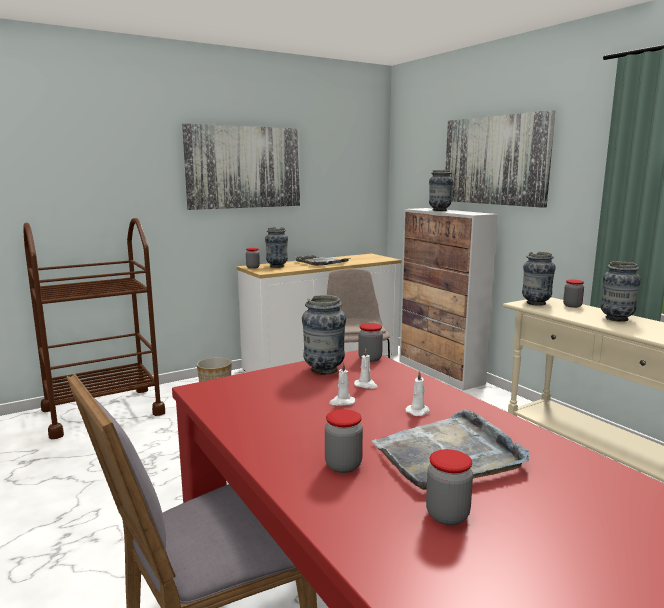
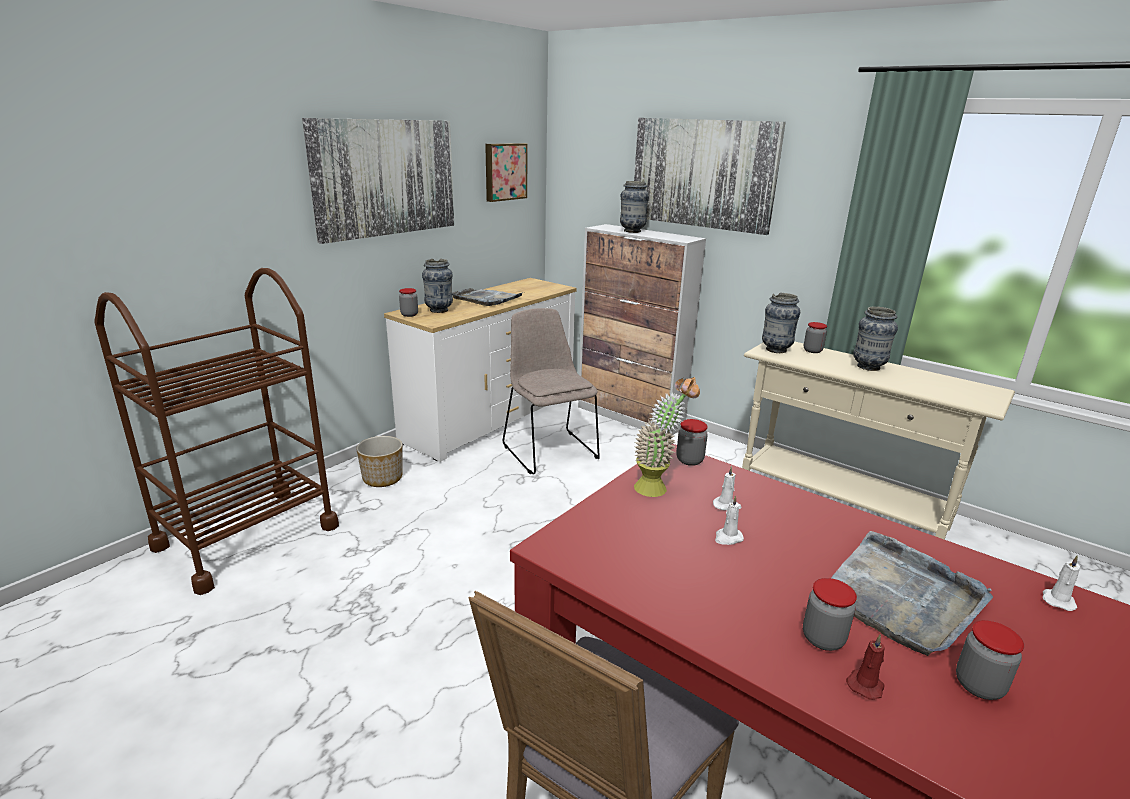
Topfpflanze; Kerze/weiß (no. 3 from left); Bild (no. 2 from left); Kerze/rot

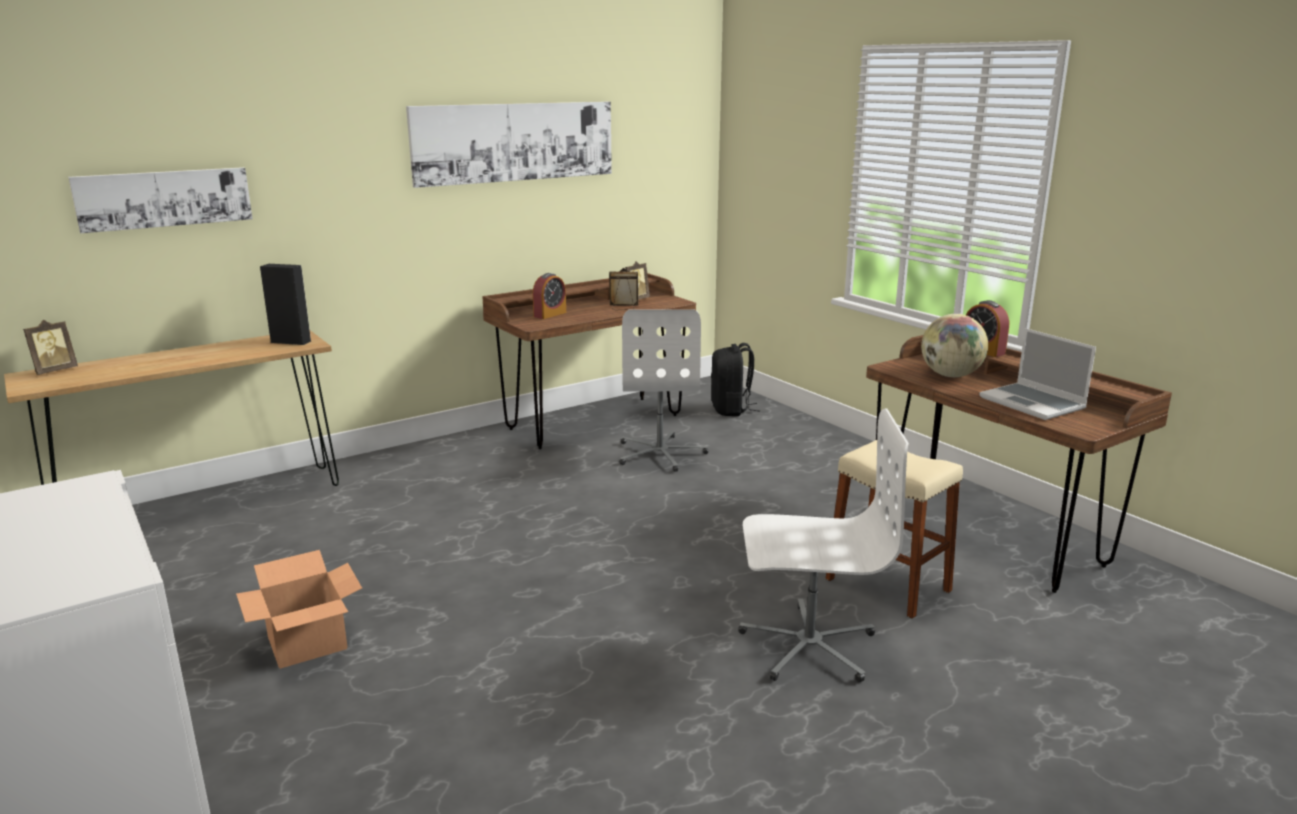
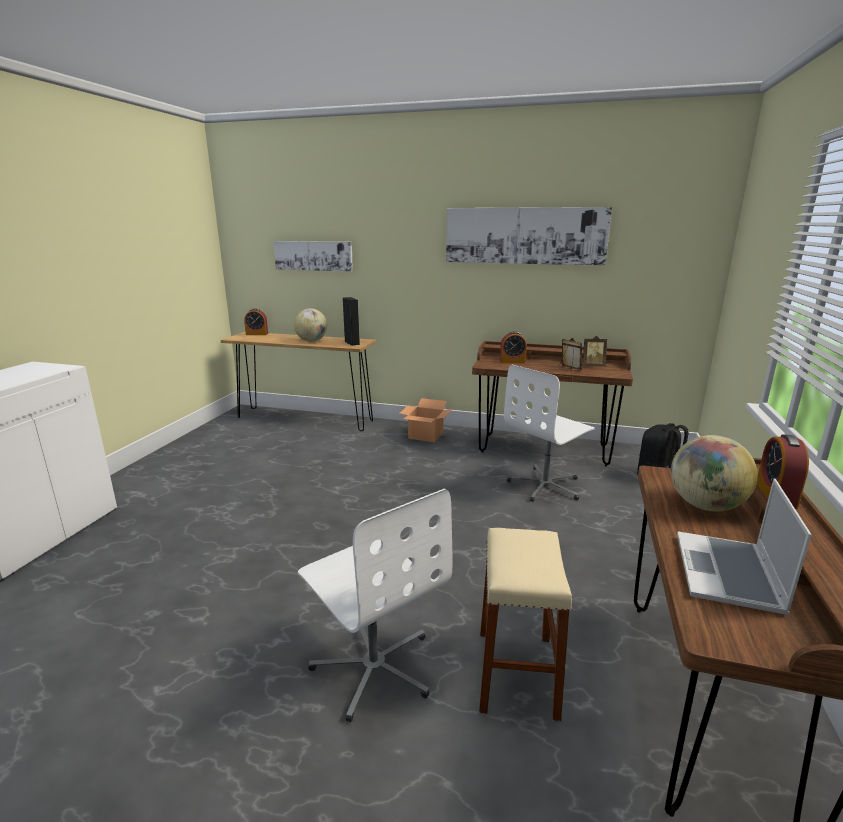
Wecker (no. 1 from left); Karton; Globus (no. 1 from left)

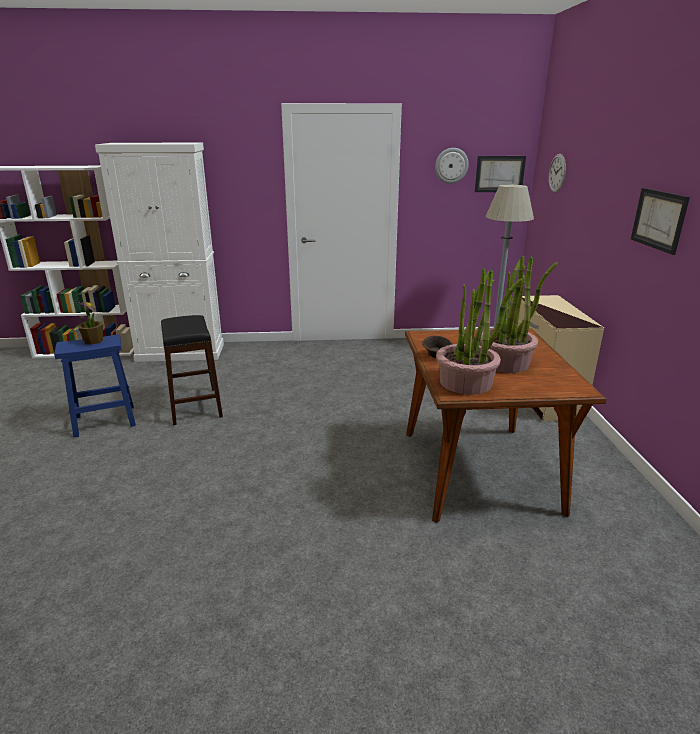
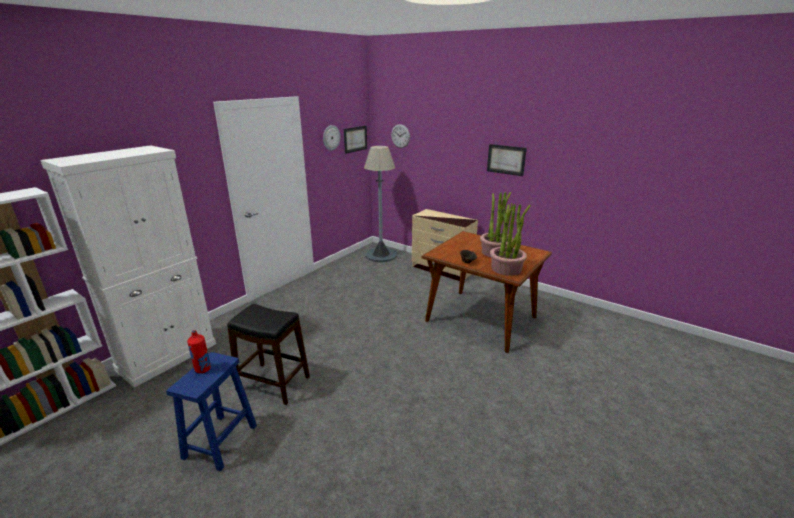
Flasche/rot

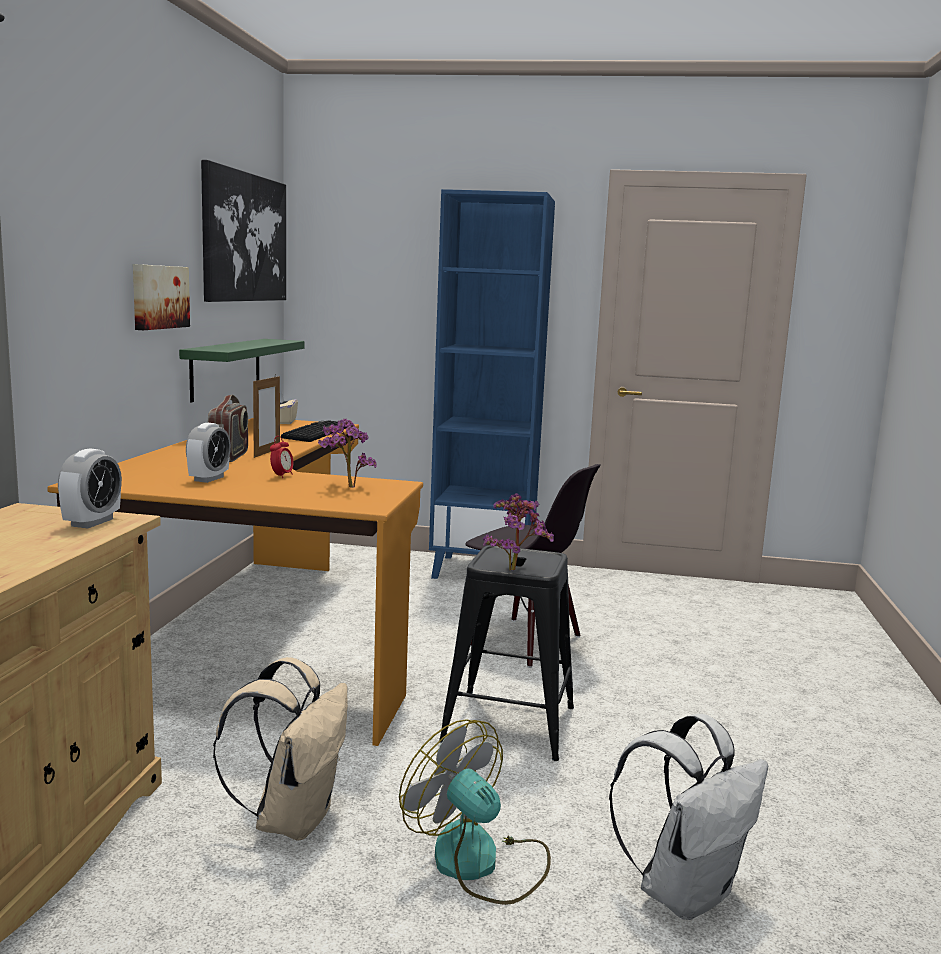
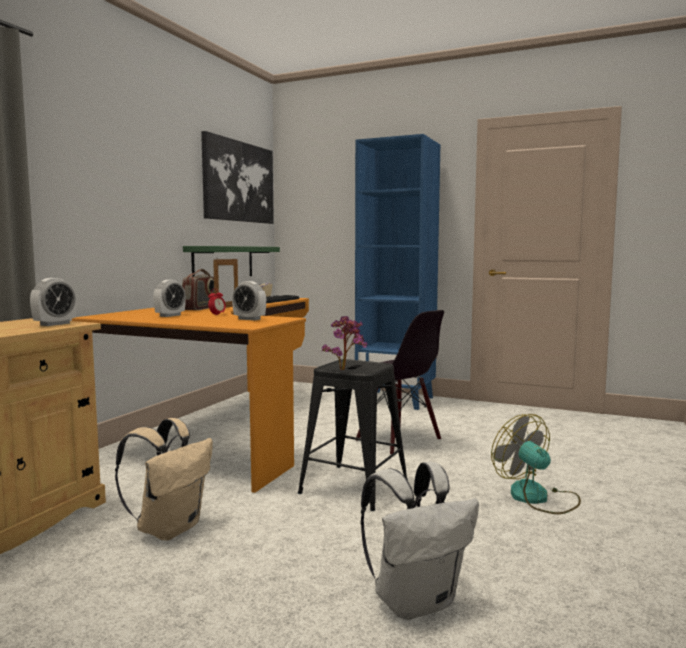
Bild (no. 1 from left in the first image); Wecker (no. 4 from left); Ventilator

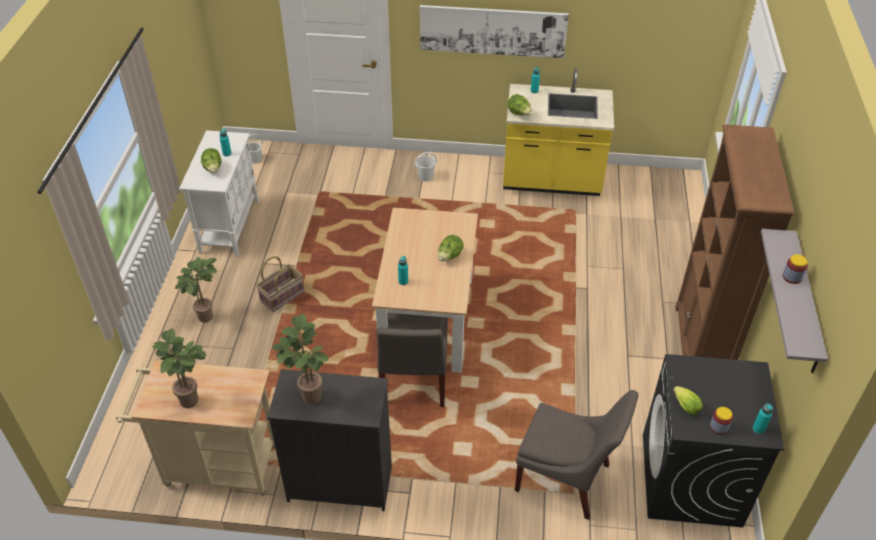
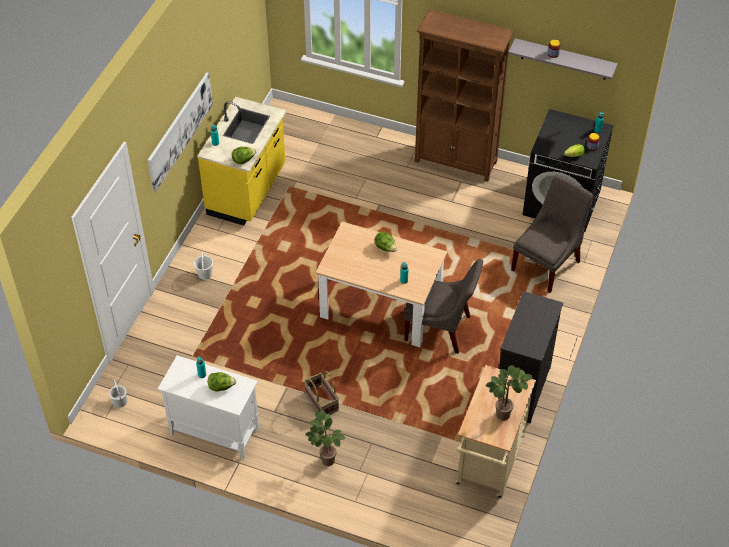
Topfpflanze (no. 3 from left in the first image)

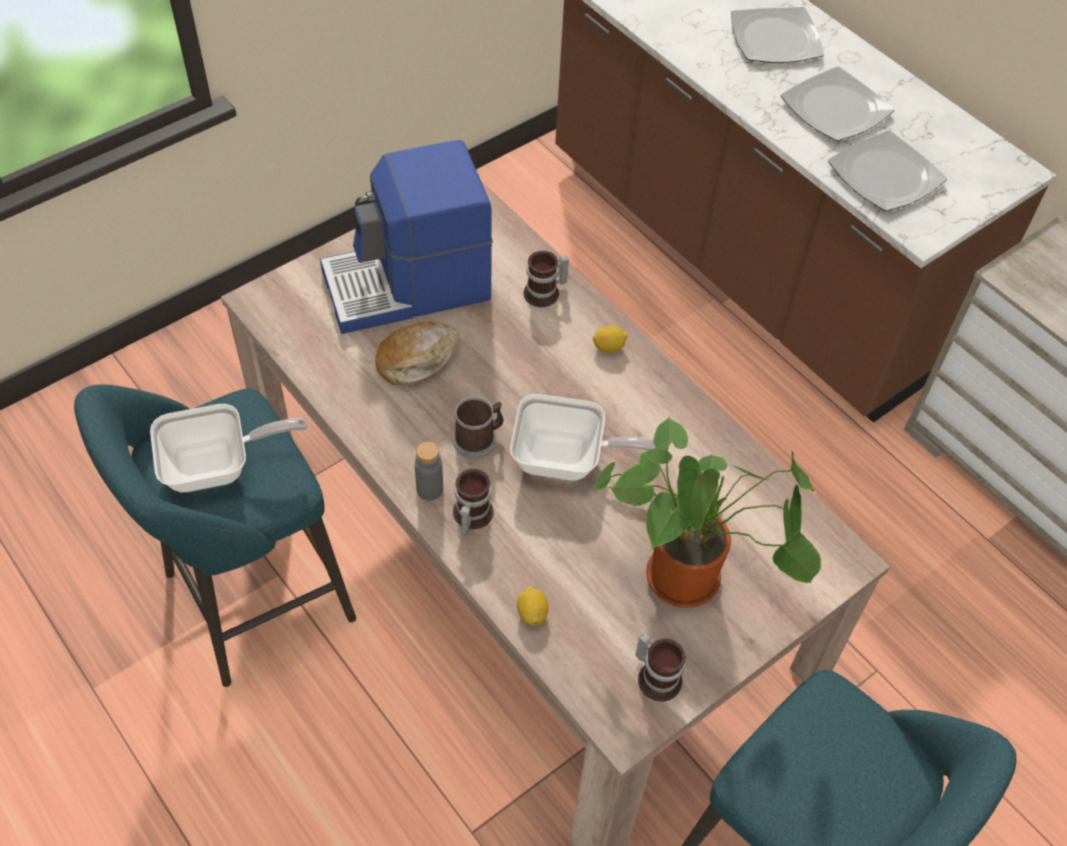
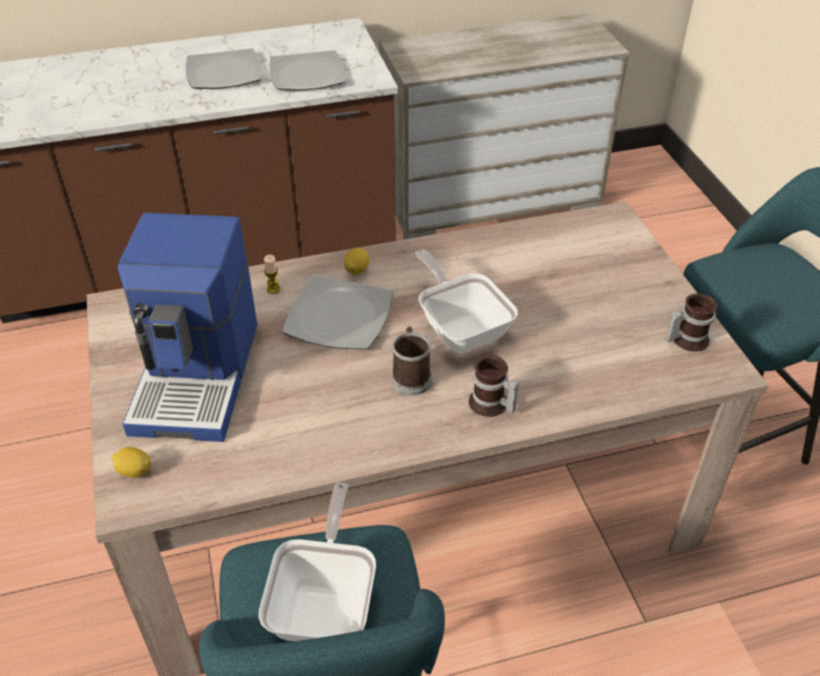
Brot; Flasche/grau; Pfanne (no. 2 from left); Zitrone (no. 1 from left); Kerze; Topfpflanze; Teller (no. 3 from left)

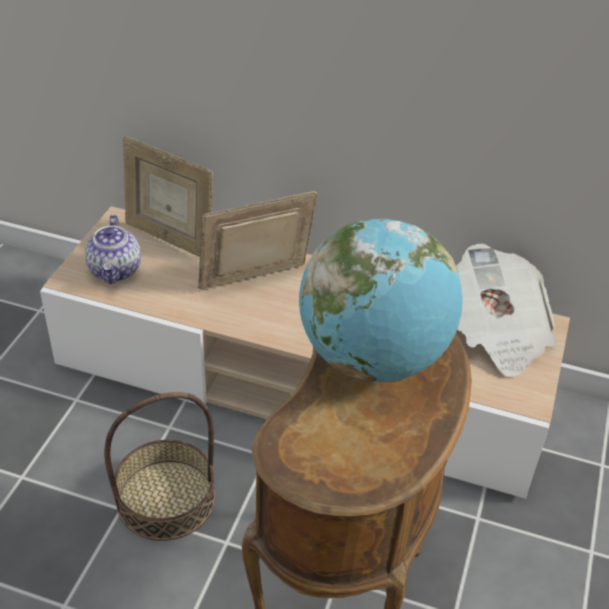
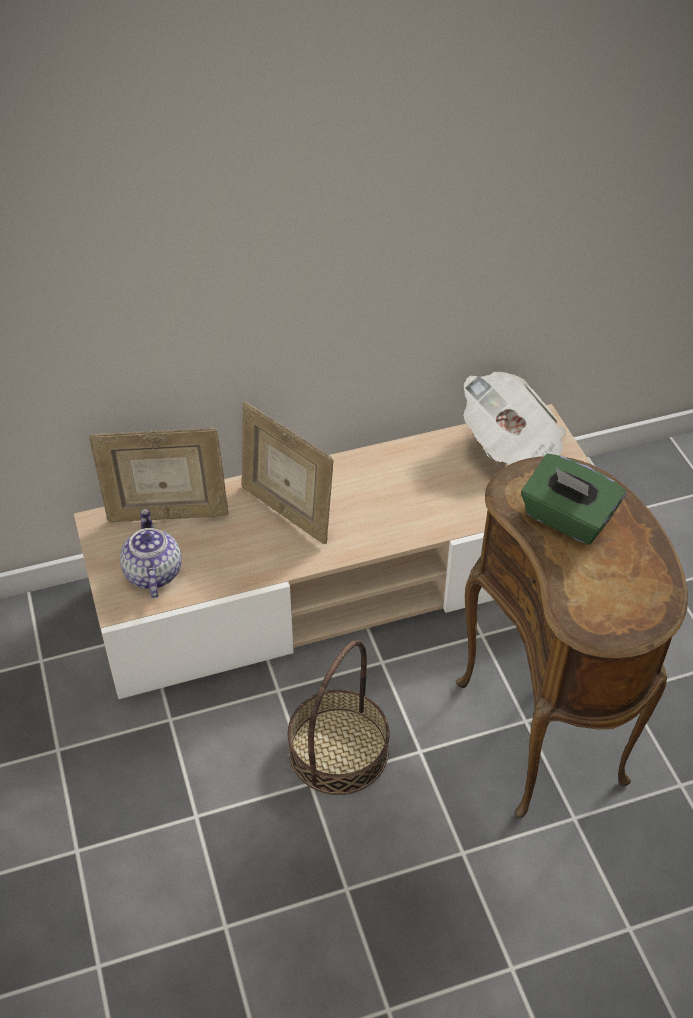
Teekanne; Bilderrahmen (no. 2 from left); Taschentuchbox/grün

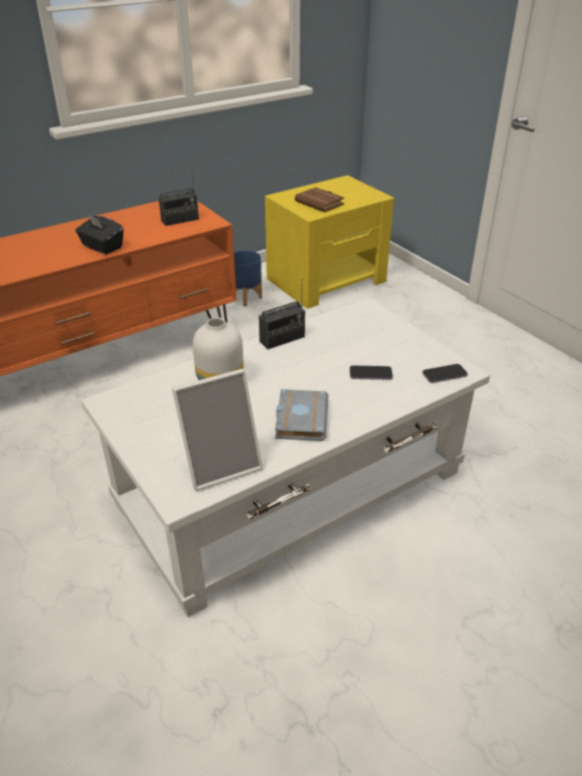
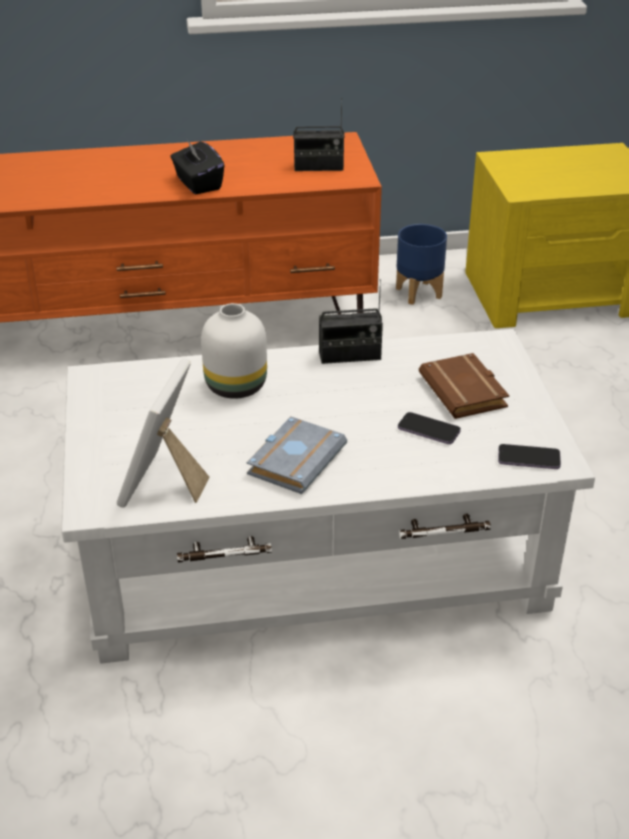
Bilderrahmen; Buch/braun

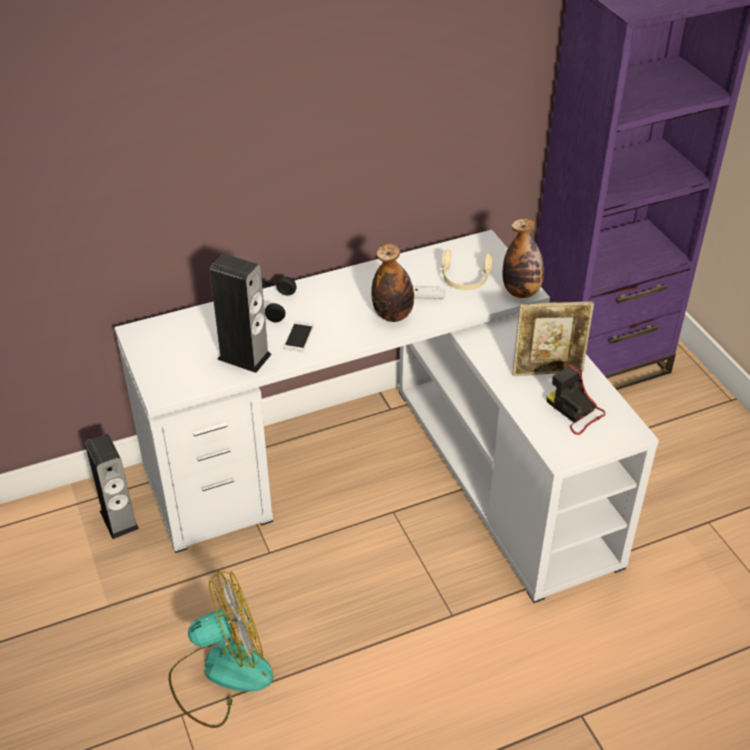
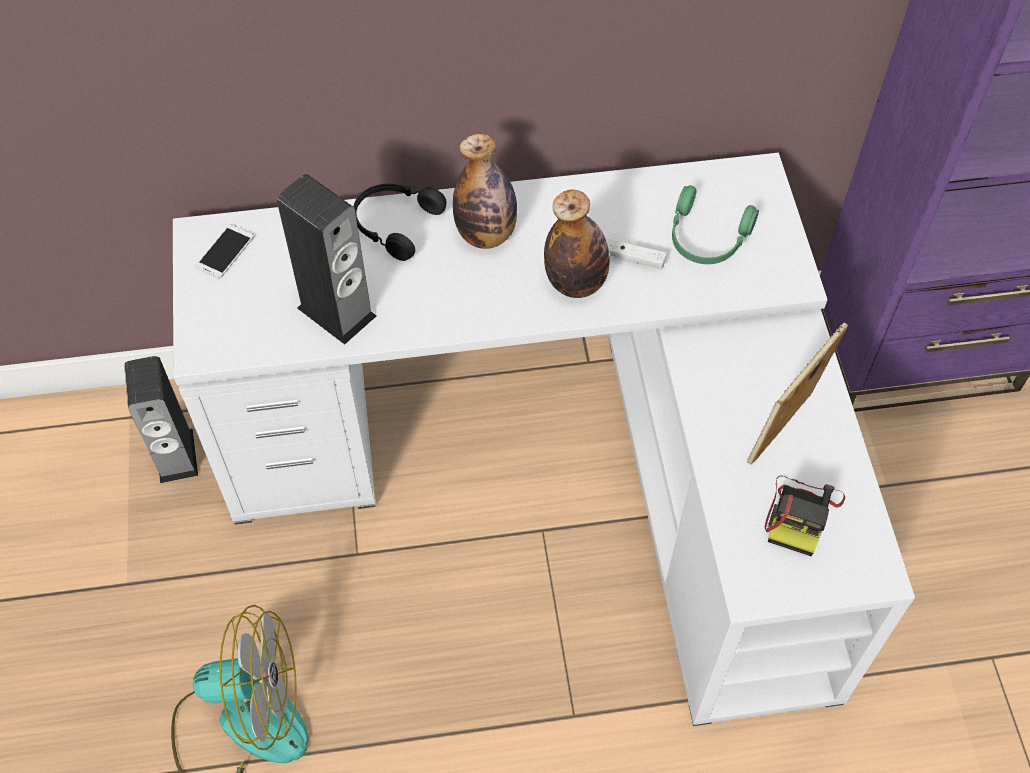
Handy; Kopfhörer/grün; Flasche (no. 1 from left); Bilderrahmen; Kamera

